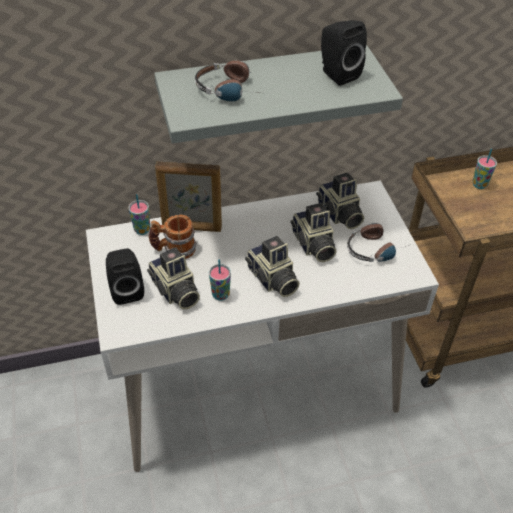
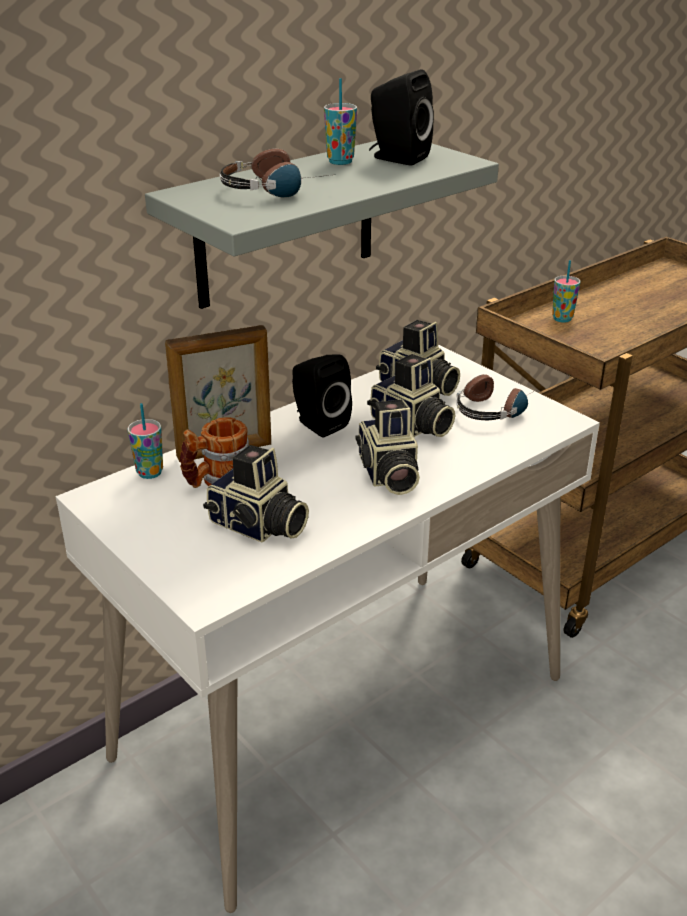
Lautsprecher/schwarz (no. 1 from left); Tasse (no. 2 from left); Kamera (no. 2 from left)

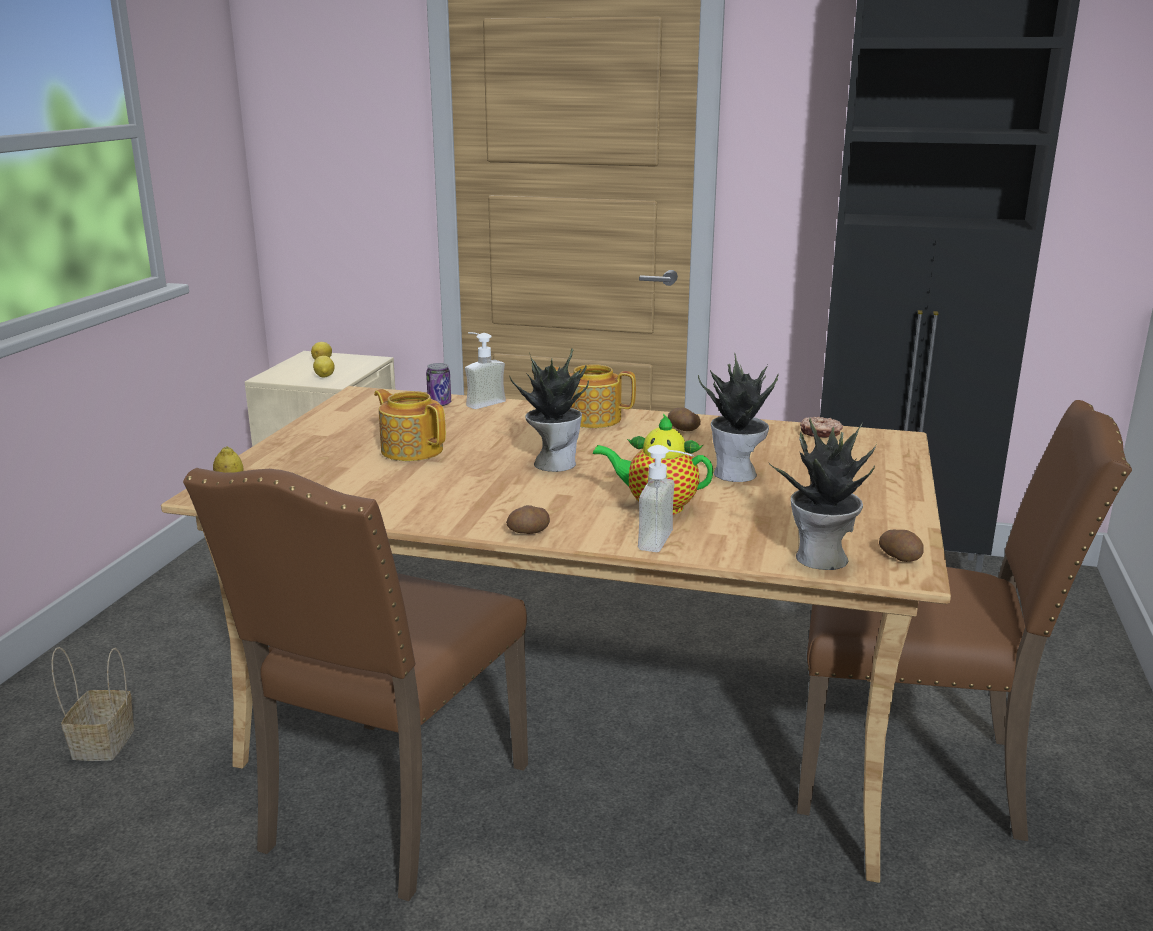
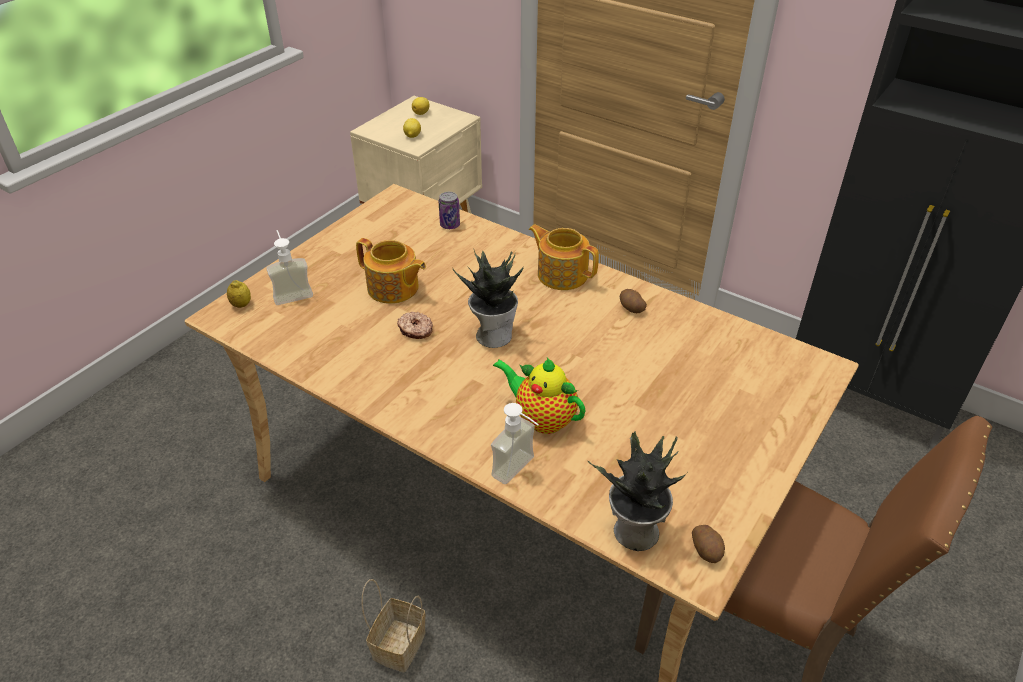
Korb; Stuhl/braun (no. 1 from left in the first image); Teekanne (no. 1 from left); Seifenspender (no. 1 from left); Kartoffel (no. 1 from left in the first image); Topfpflanze (no. 2 from left in the first image); Donut

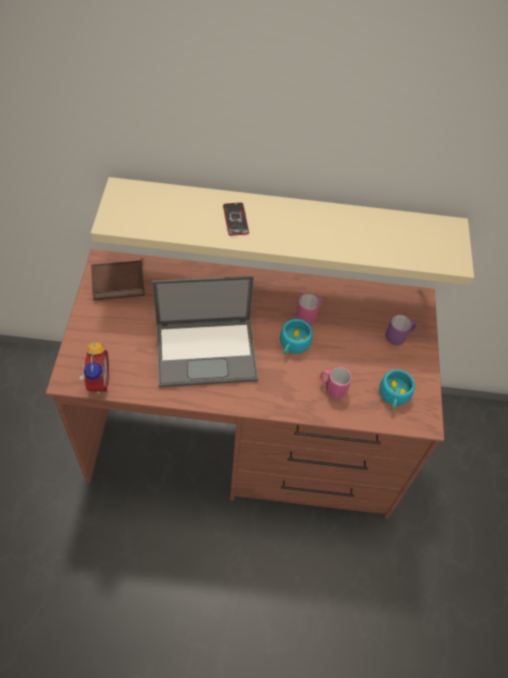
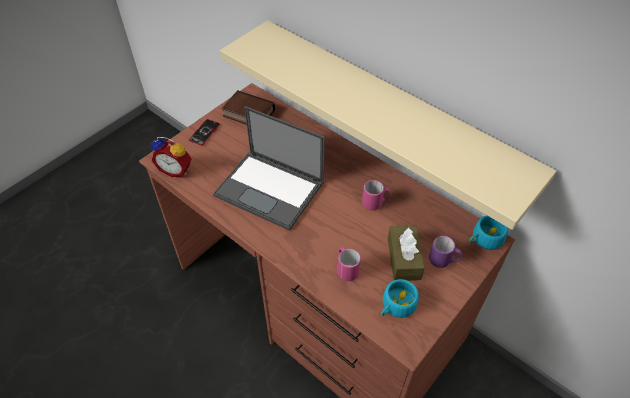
Wecker; Handy; Tasse/türkis (no. 2 from left); Taschentuchbox/braun

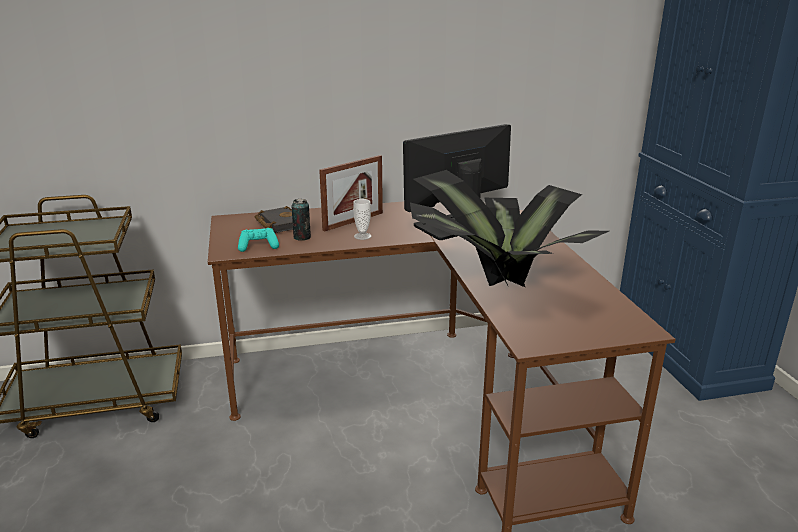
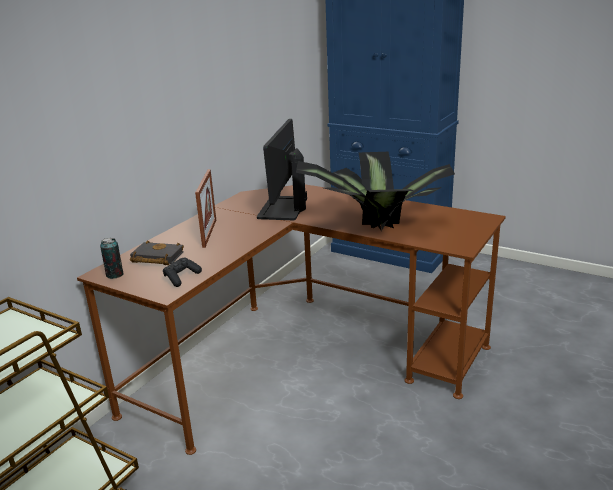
Gamepad/schwarz; Dose; Tasse

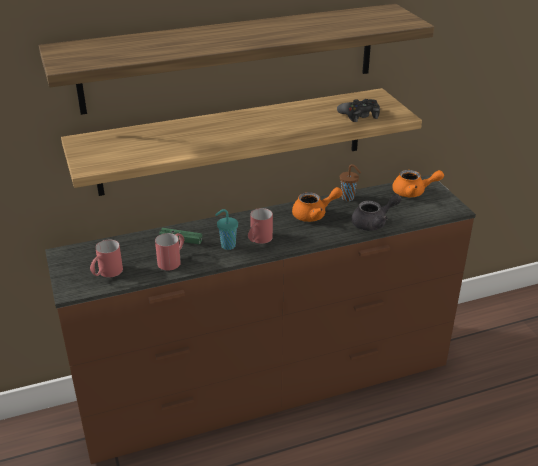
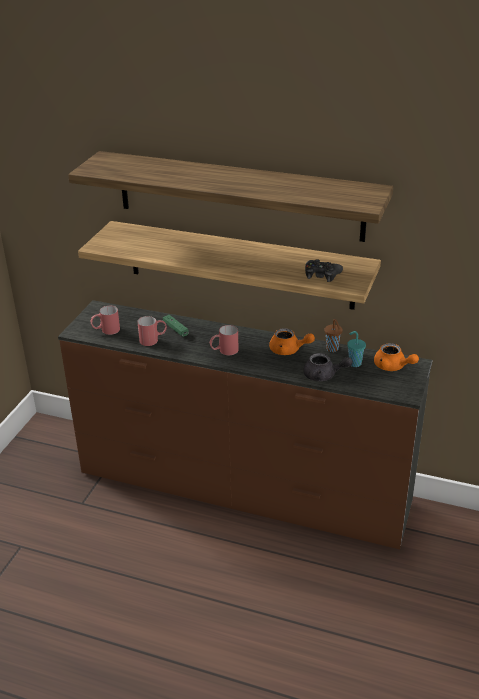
Tasse/türkis

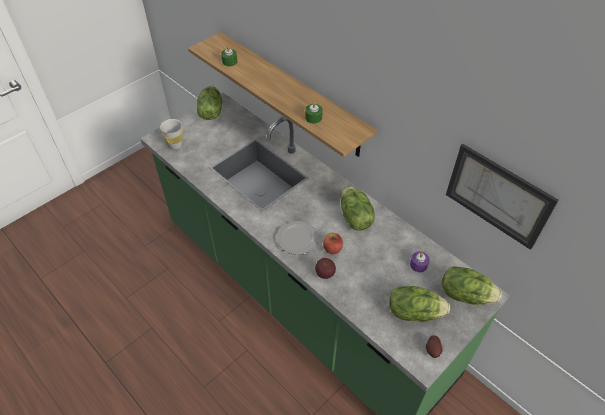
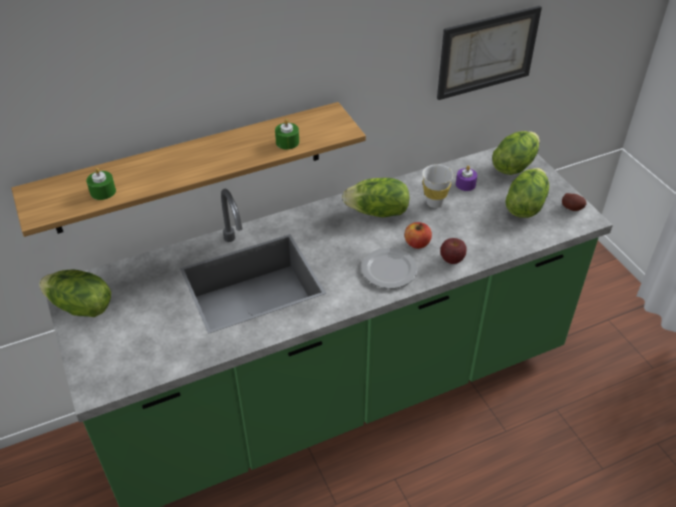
Tasse/weiß

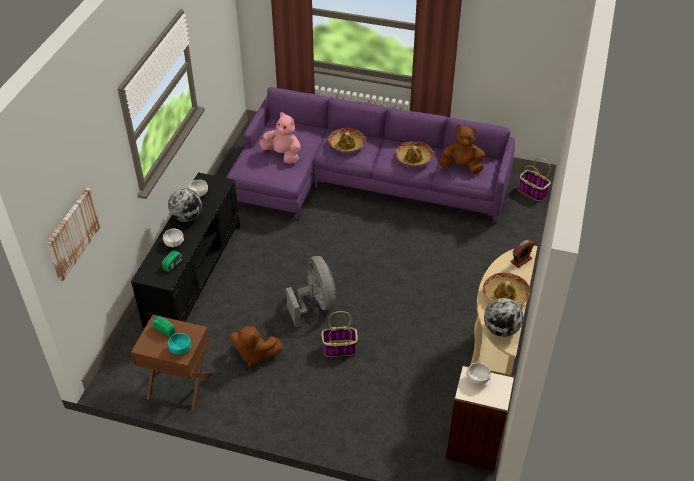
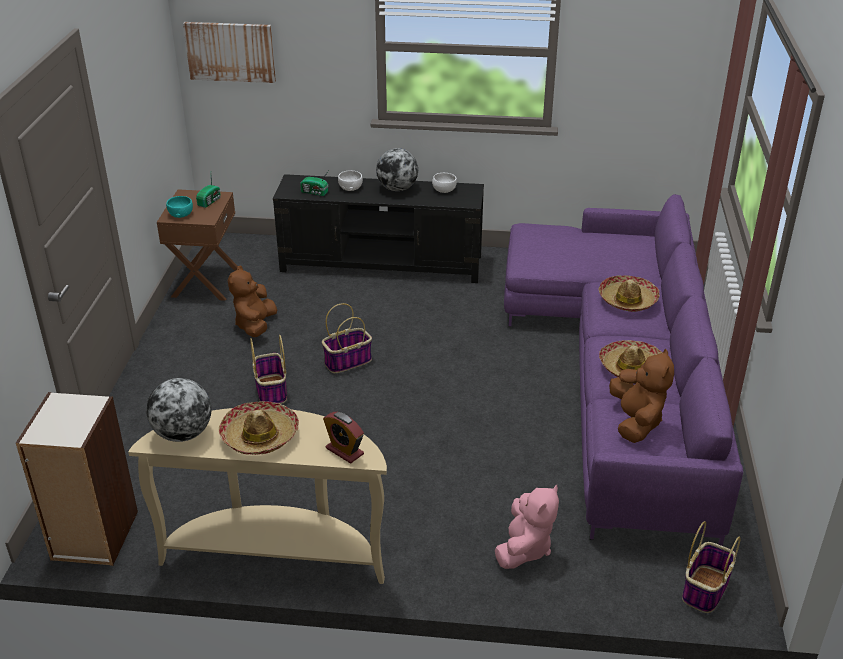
Plüschtier/rosa; Korb (no. 2 from left); Schüssel/weiß (no. 3 from left in the first image)

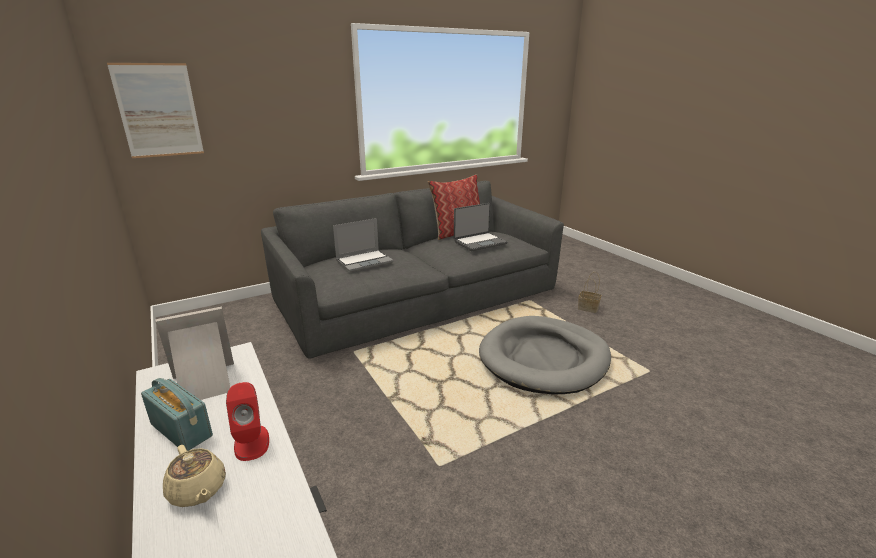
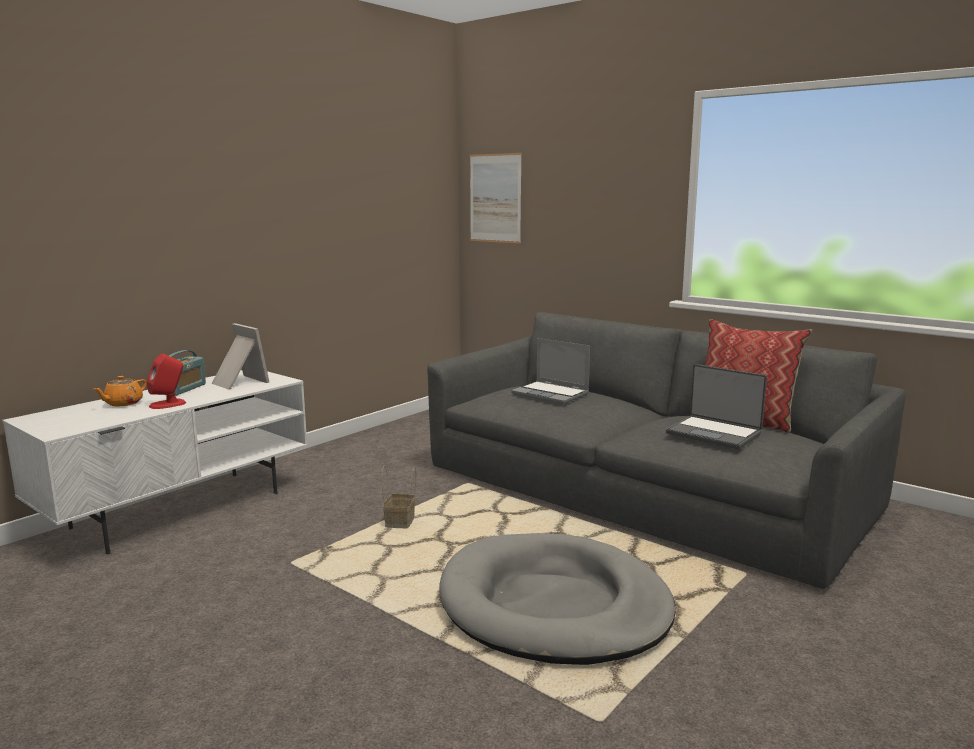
Teekanne/orange; Korb

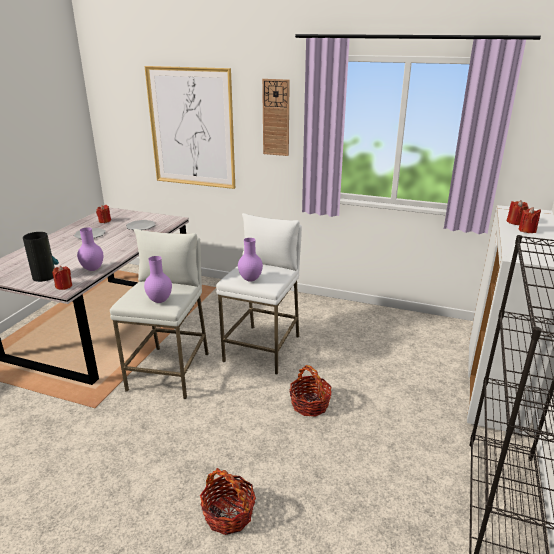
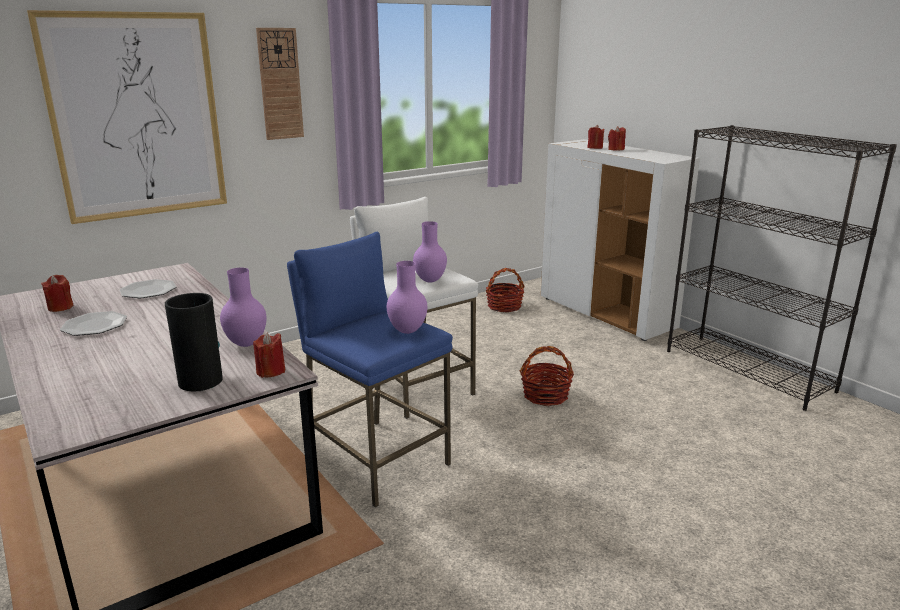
Hocker/blau; Korb (no. 1 from left)

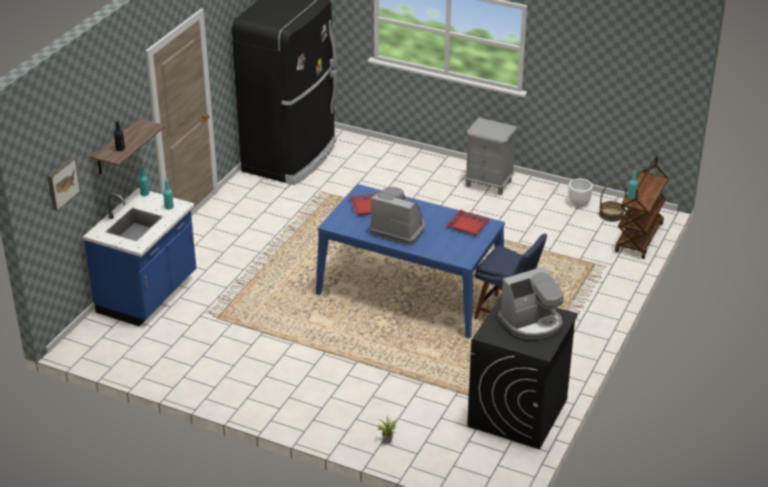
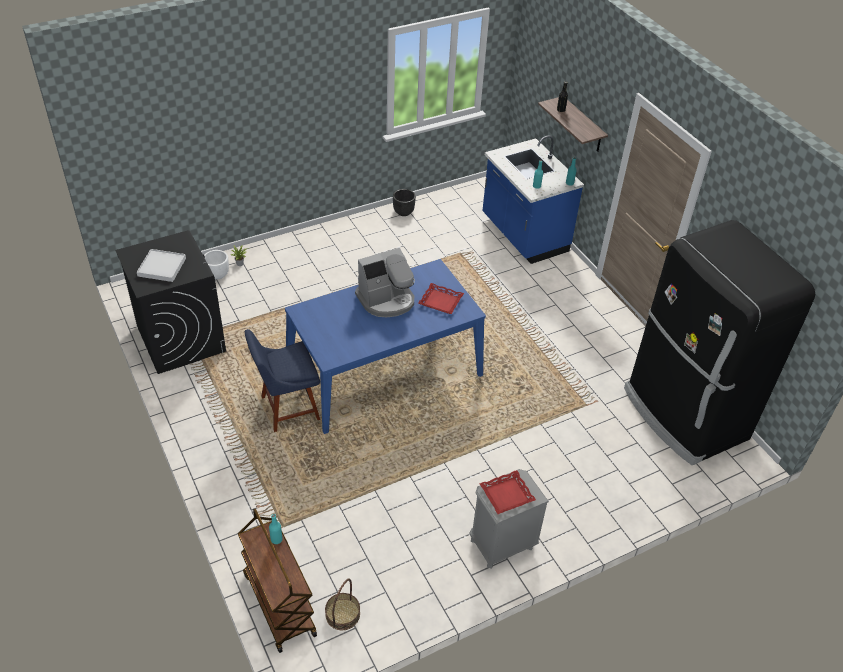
Bild; Tablett/rot (no. 2 from left); Tablett/weiß; Pflanzkübel/weiß; Pflanzkübel/schwarz

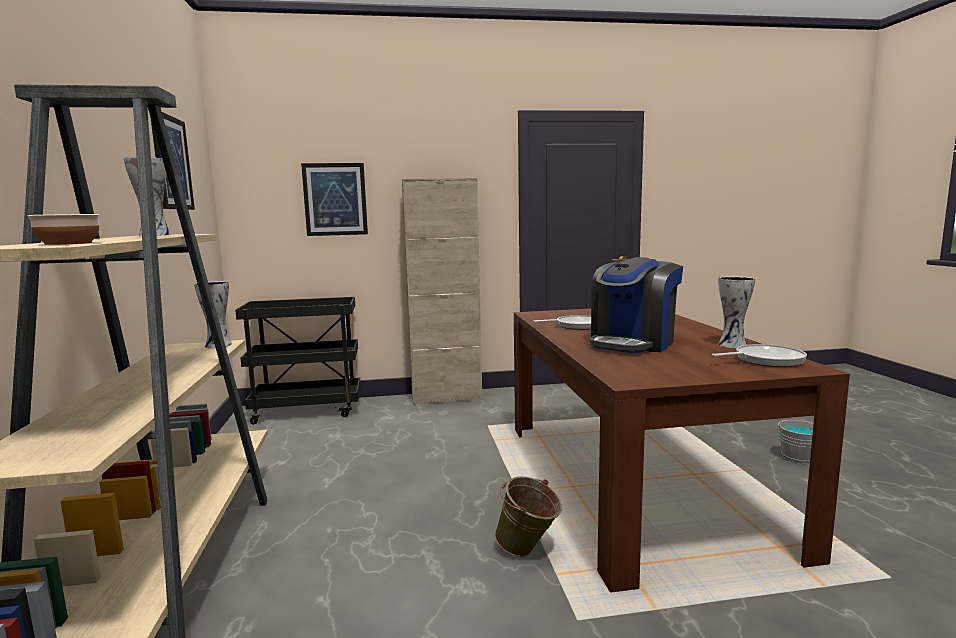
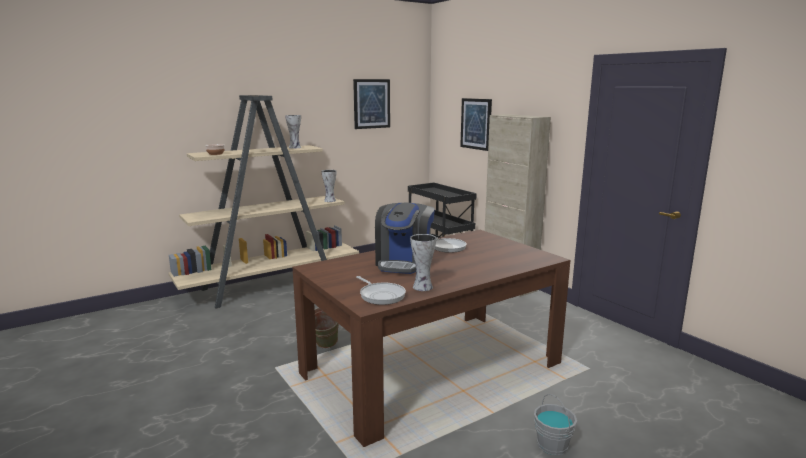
Kaffeemaschine

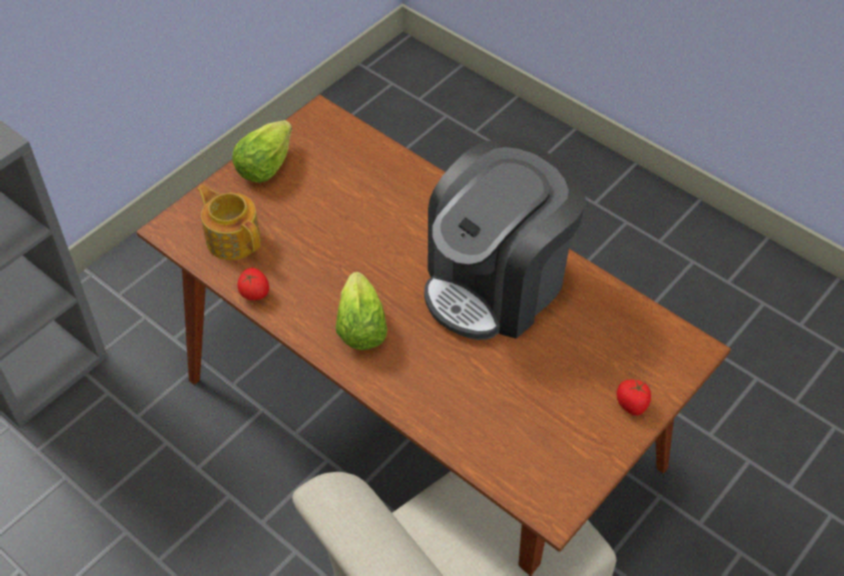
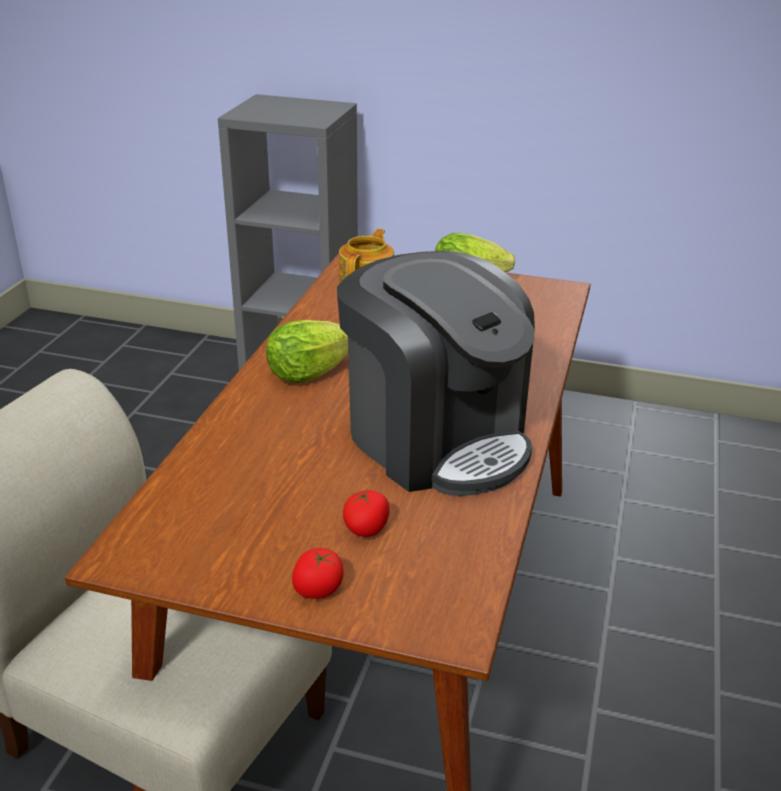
Tomate (no. 2 from left); Kaffeemaschine

